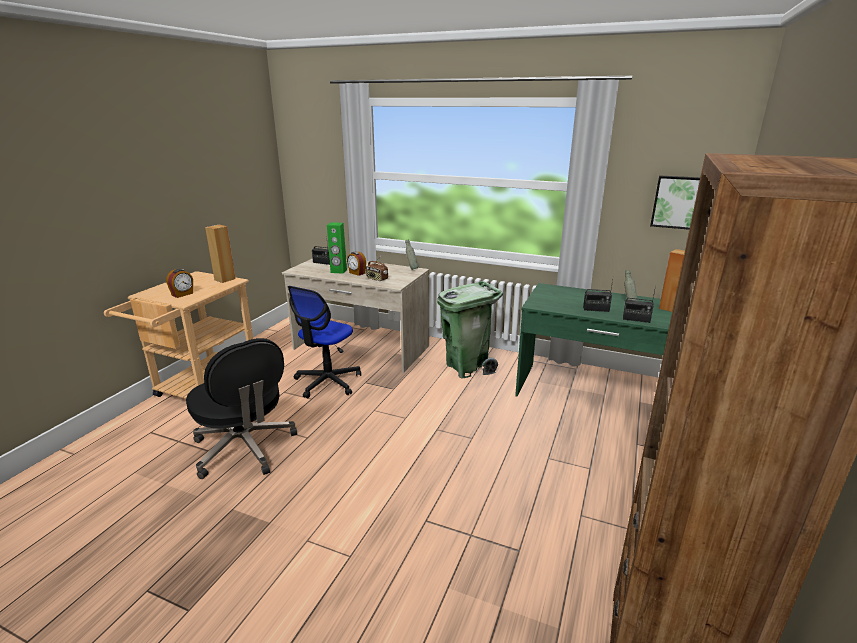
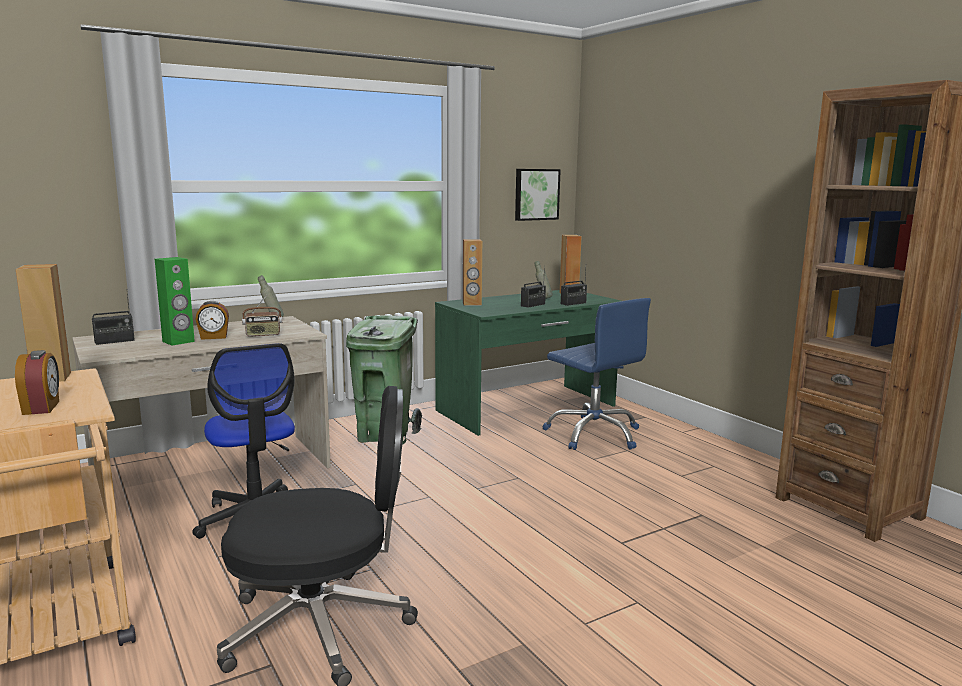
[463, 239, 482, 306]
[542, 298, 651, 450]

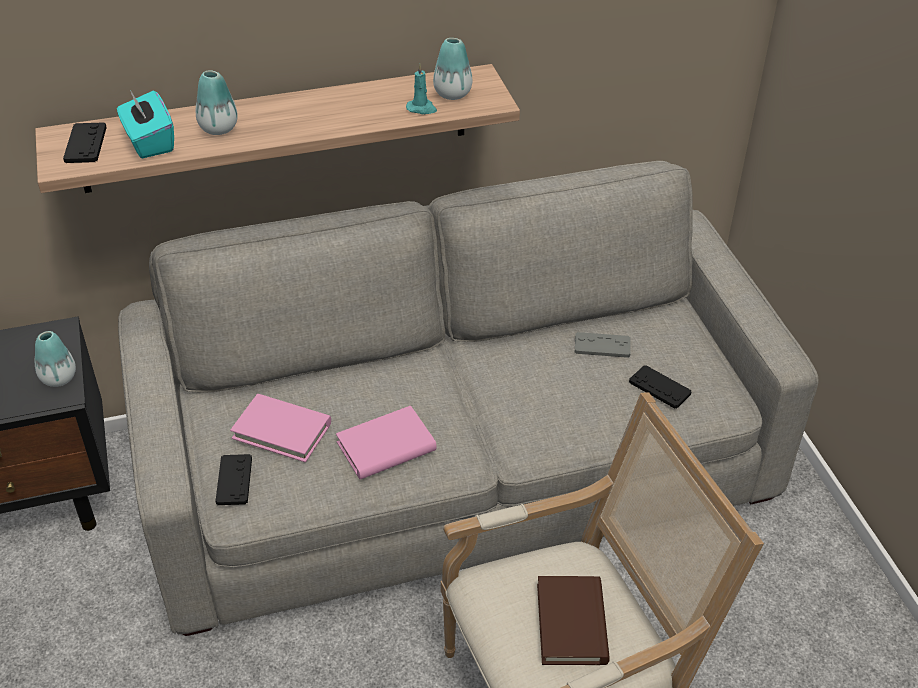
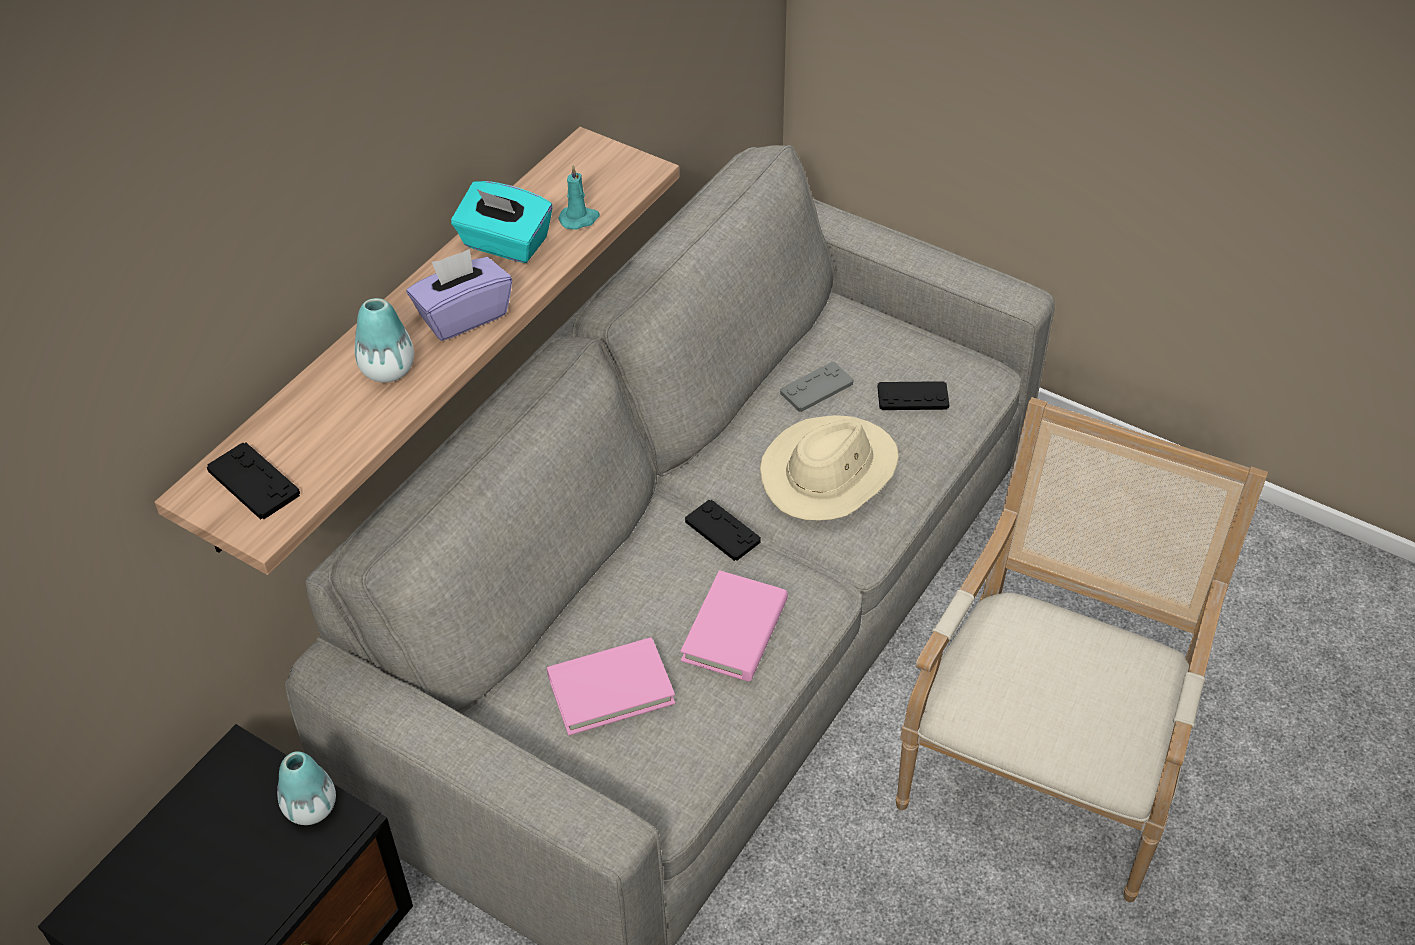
[451, 181, 552, 263]
[685, 500, 761, 561]
[433, 38, 472, 100] (first image)
[537, 576, 610, 665] (first image)
[407, 249, 512, 341]
[760, 415, 899, 521]

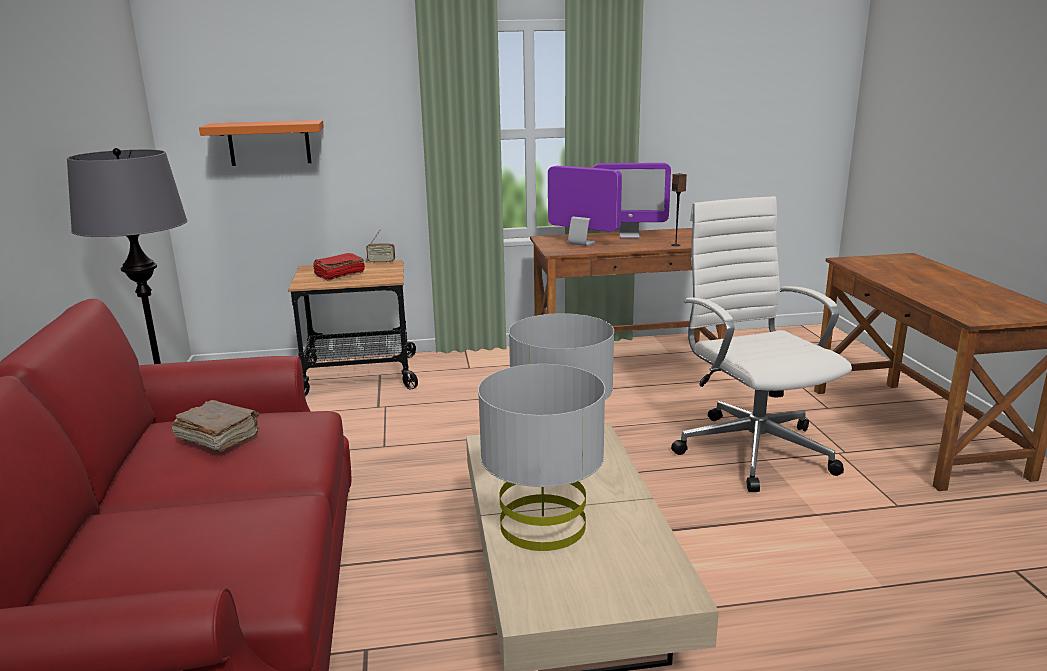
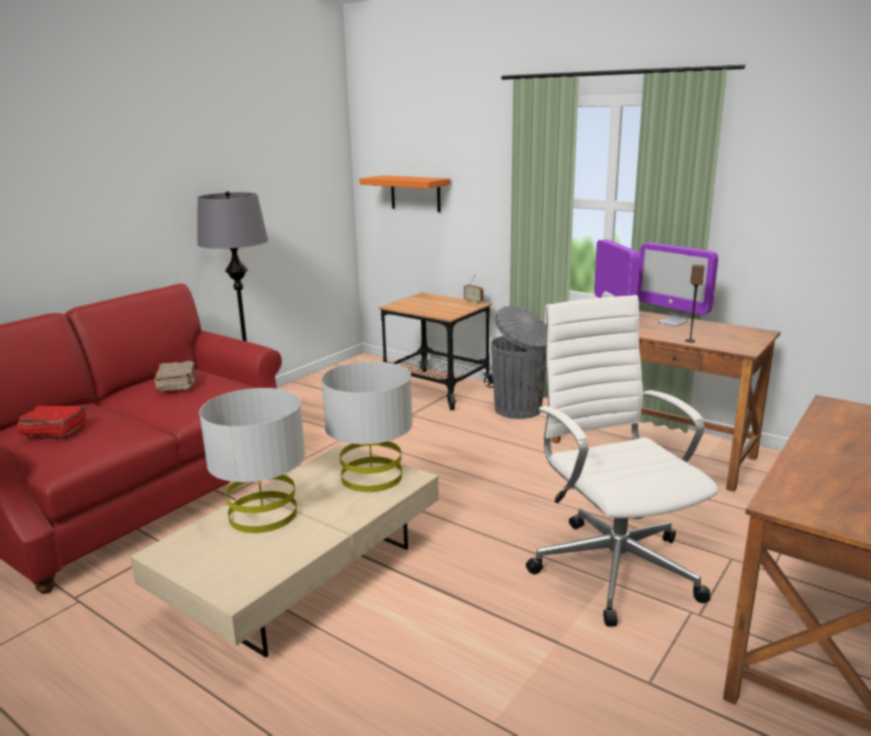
[16, 406, 86, 437]
[526, 295, 718, 626]
[491, 306, 547, 419]

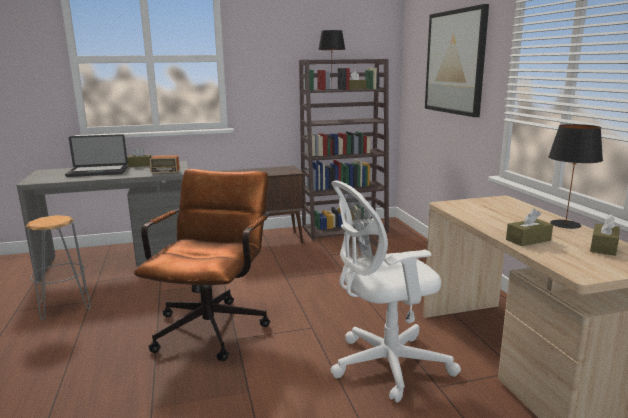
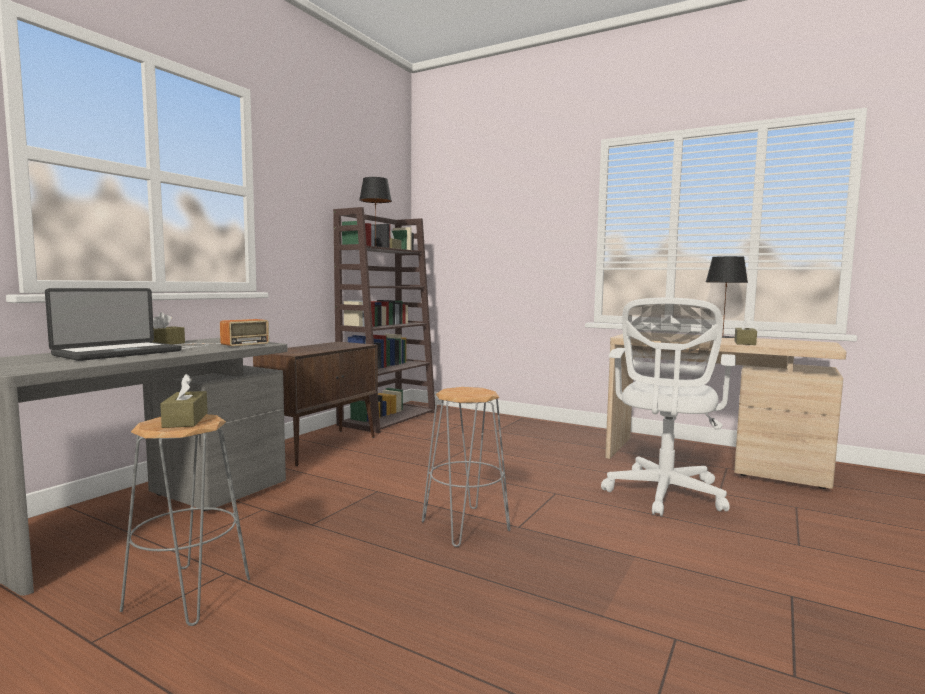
[422, 387, 510, 547]
[425, 4, 489, 117] (first image)
[160, 374, 208, 428]

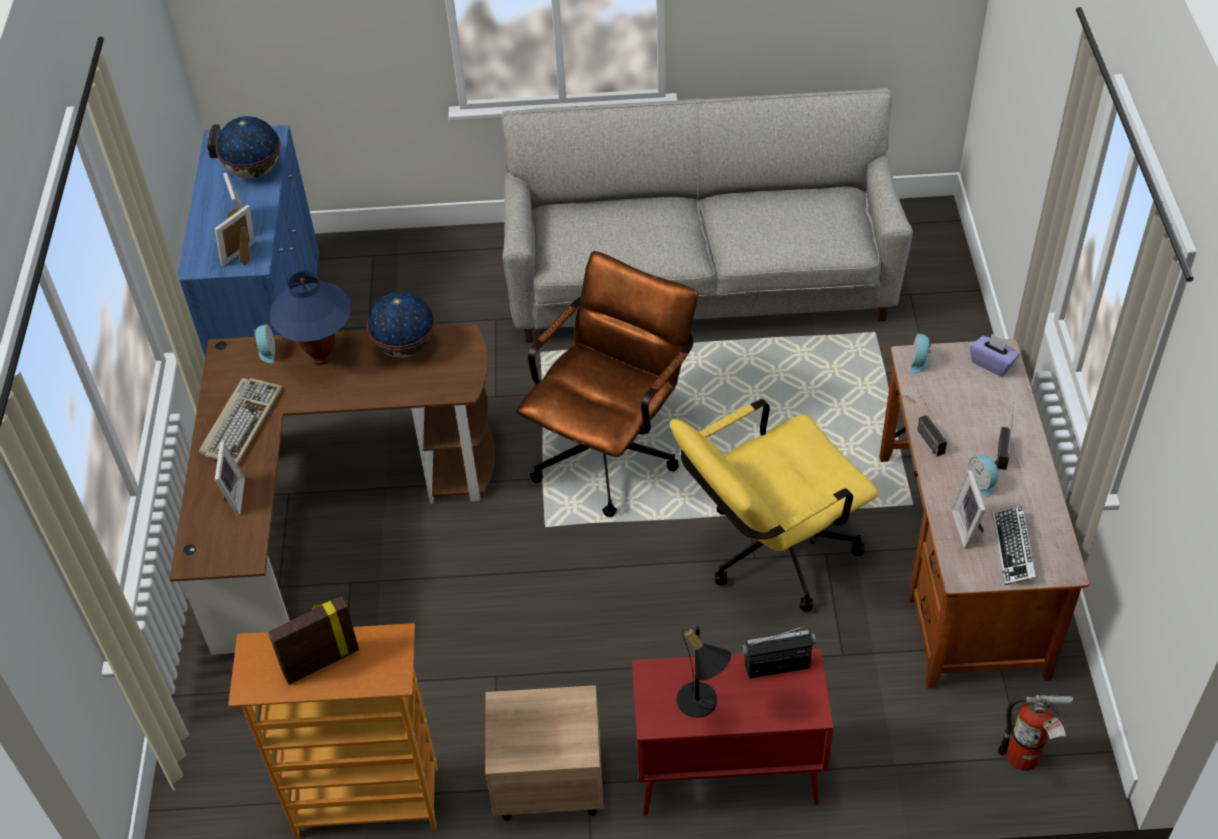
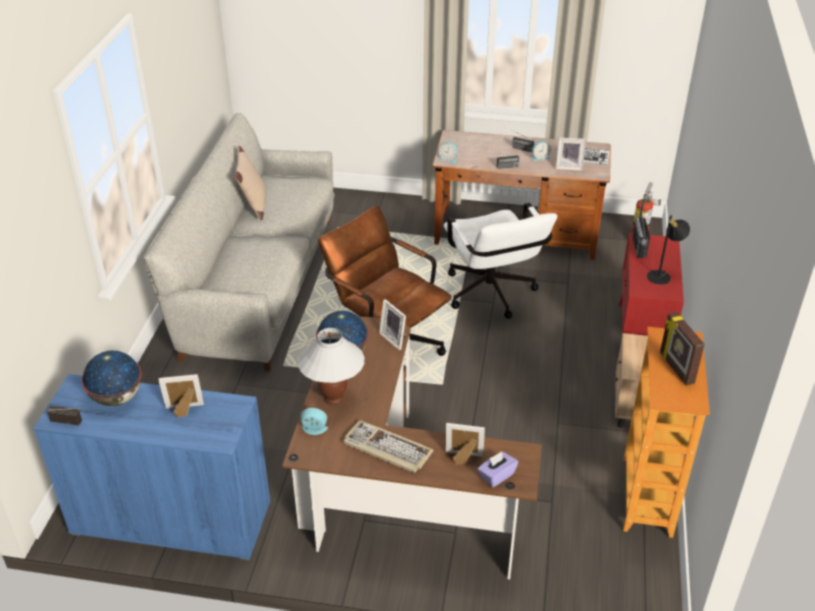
[379, 299, 406, 350]
[298, 328, 365, 405]
[444, 203, 557, 319]
[478, 452, 518, 488]
[235, 146, 266, 220]

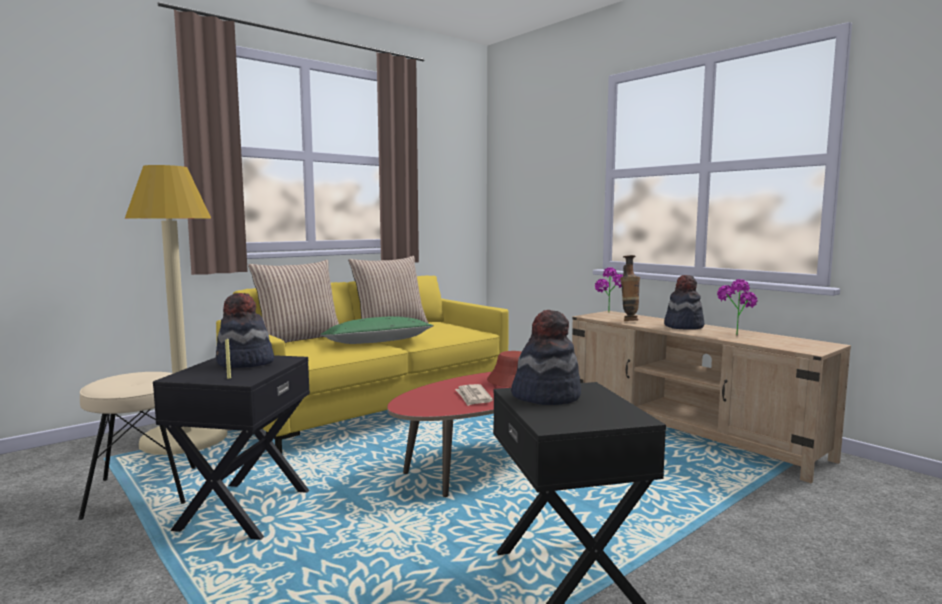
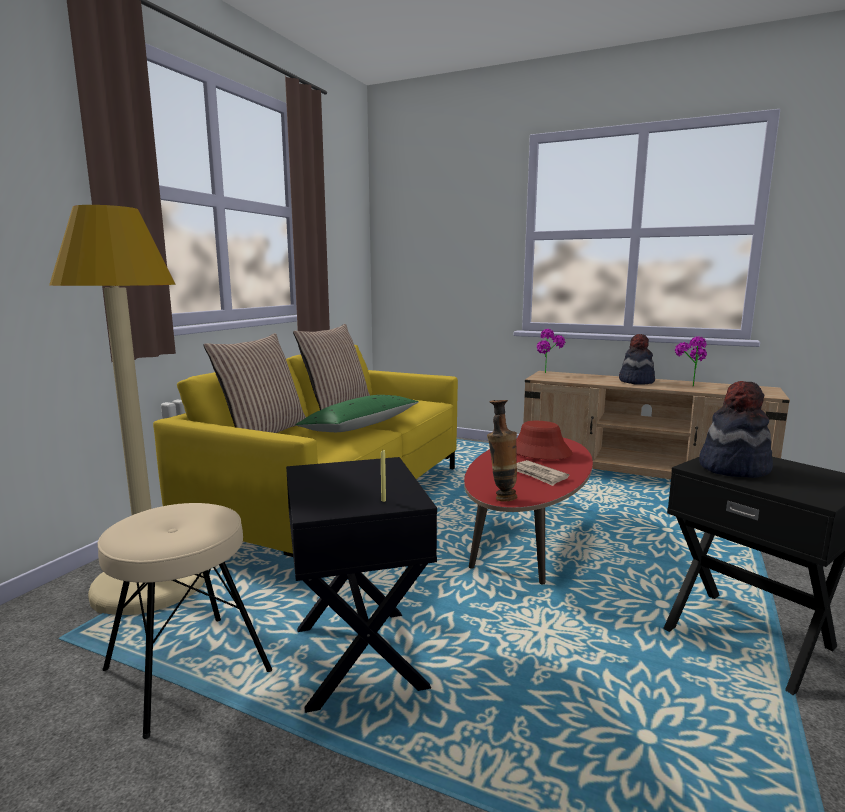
[216, 293, 274, 368] (first image)
[487, 400, 517, 502]

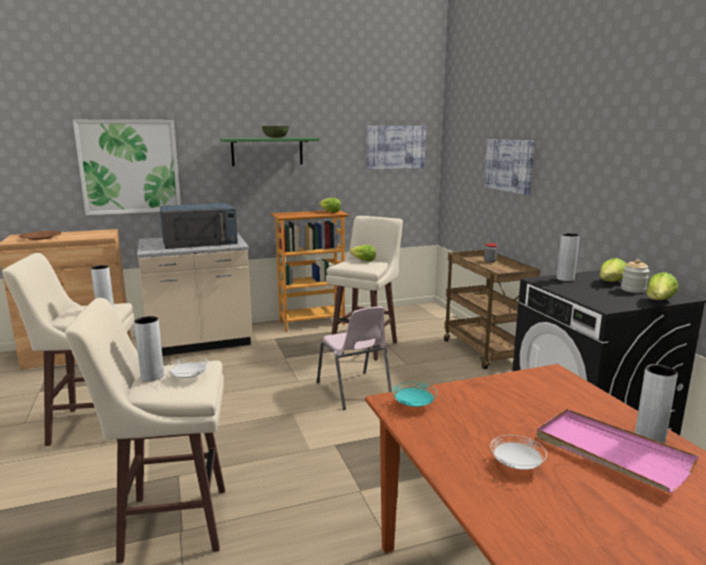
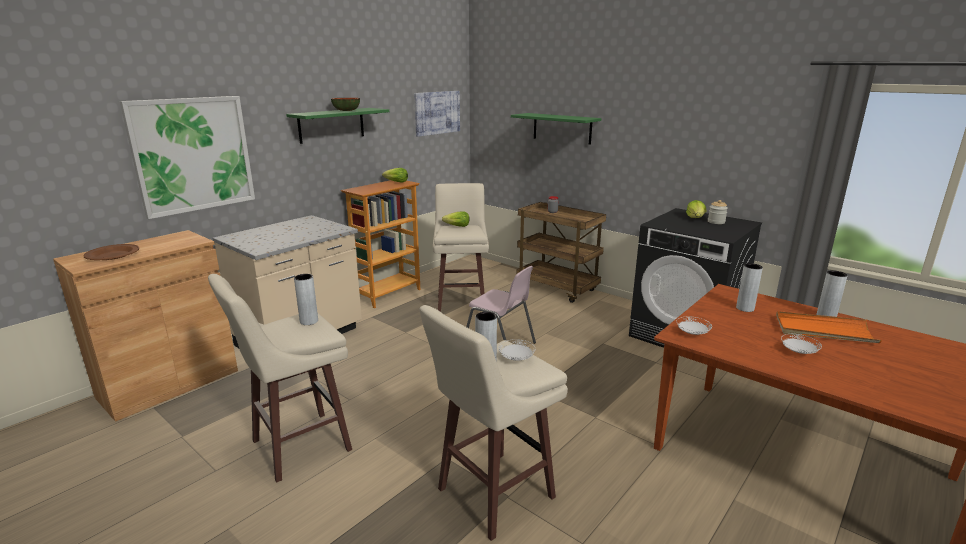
[160, 203, 238, 249] (first image)
[676, 316, 712, 335]
[511, 113, 601, 145]
[776, 311, 882, 343]
[736, 263, 763, 312]
[646, 272, 679, 300] (first image)

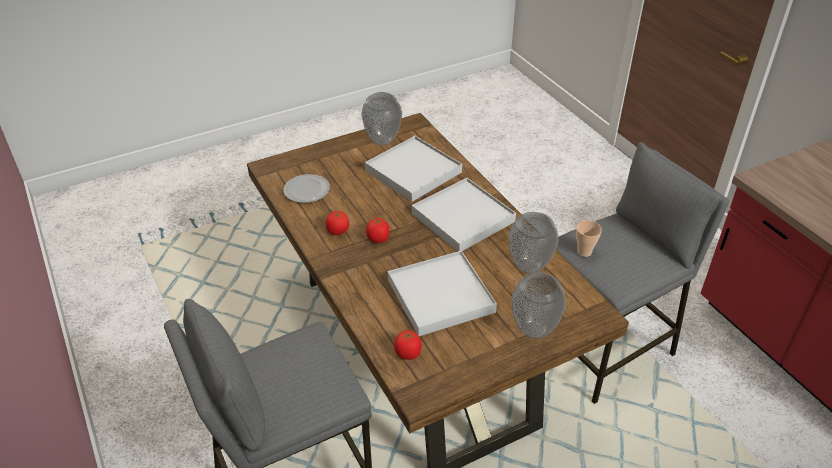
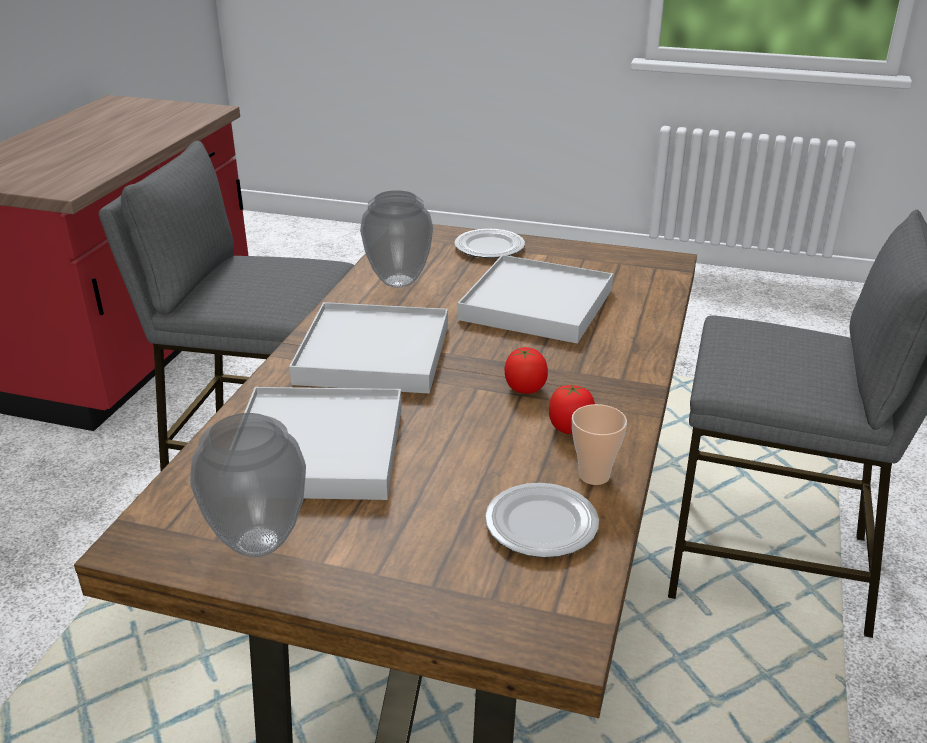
[394, 330, 422, 360] (first image)
[454, 229, 525, 258]
[572, 404, 627, 485]

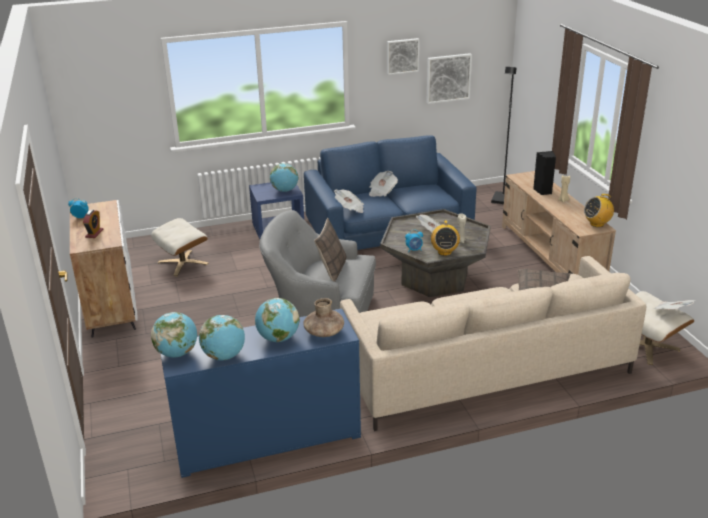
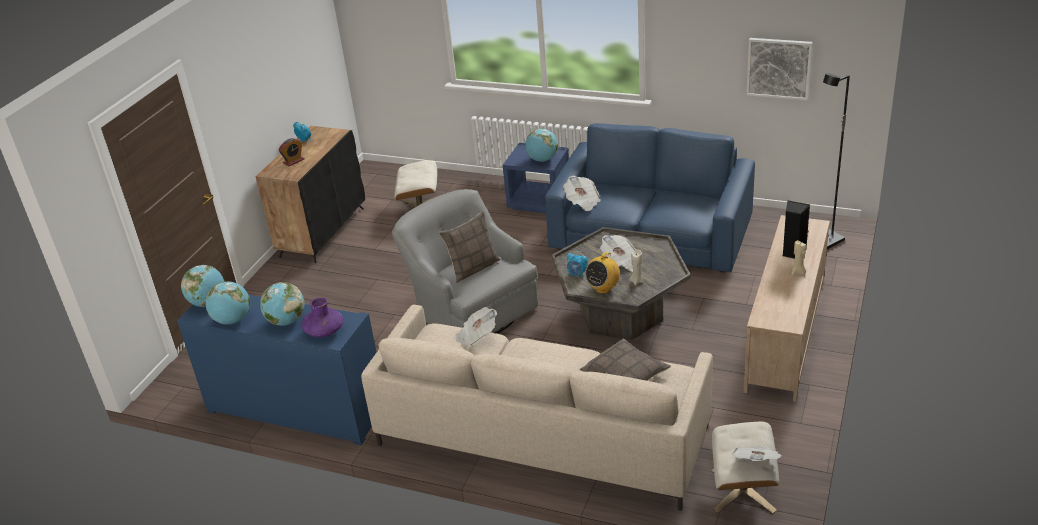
[255, 126, 365, 263]
[301, 298, 343, 337]
[454, 307, 497, 348]
[387, 38, 419, 75] (first image)
[584, 194, 614, 227] (first image)

